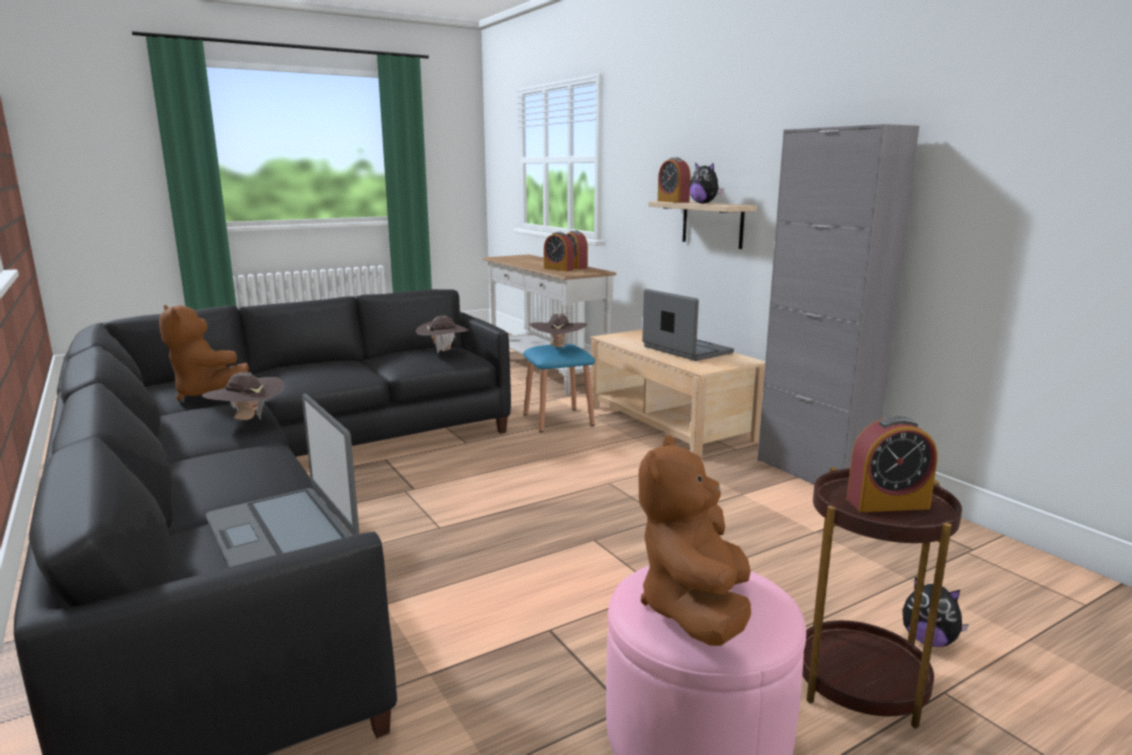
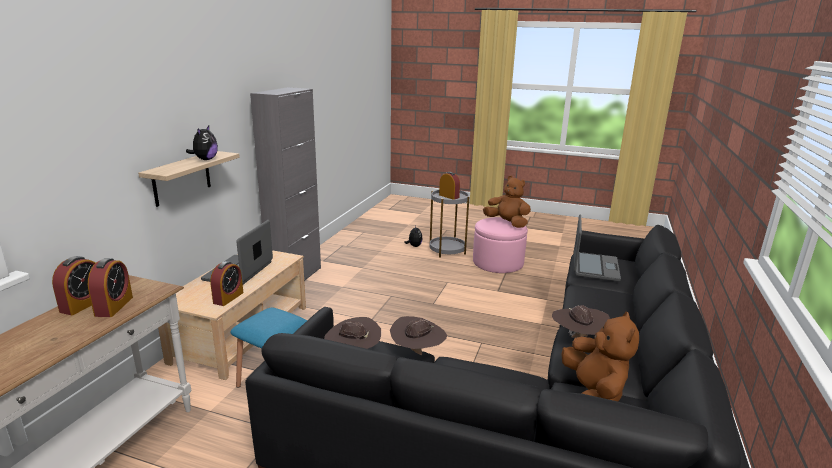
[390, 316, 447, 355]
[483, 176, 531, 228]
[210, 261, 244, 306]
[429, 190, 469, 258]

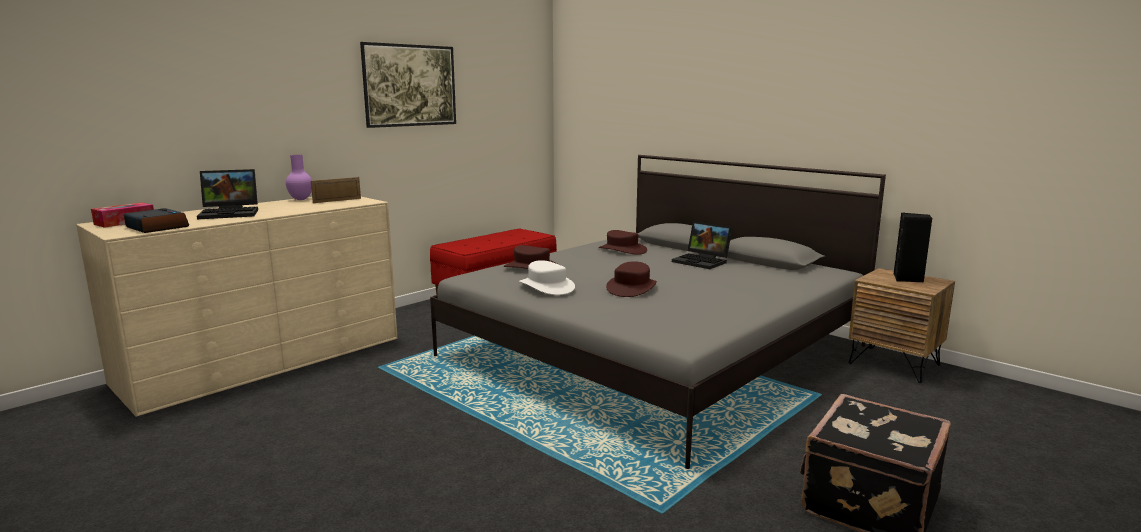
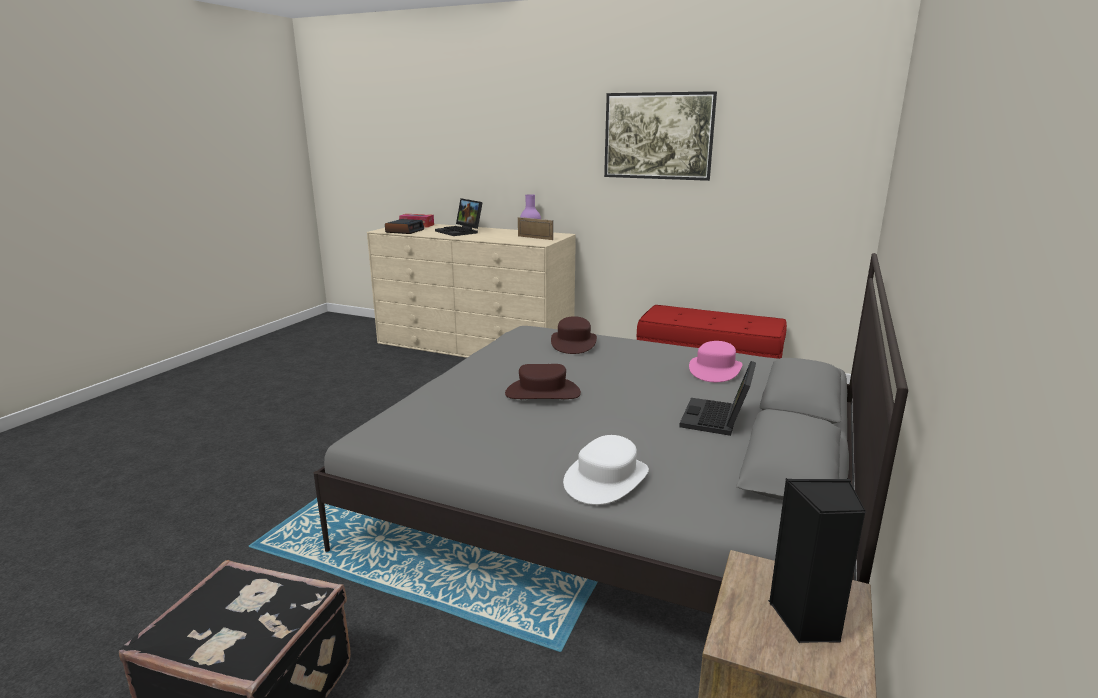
[563, 435, 649, 505]
[689, 341, 742, 382]

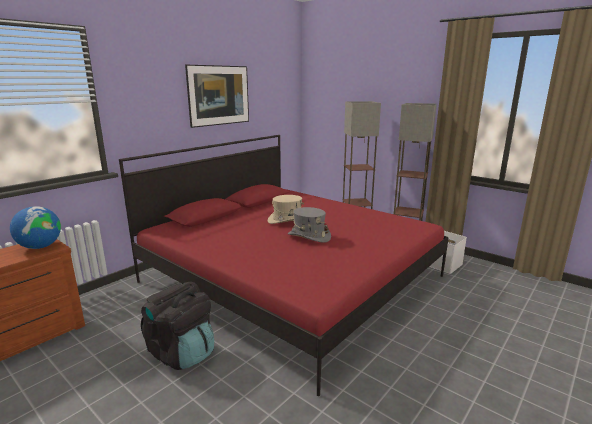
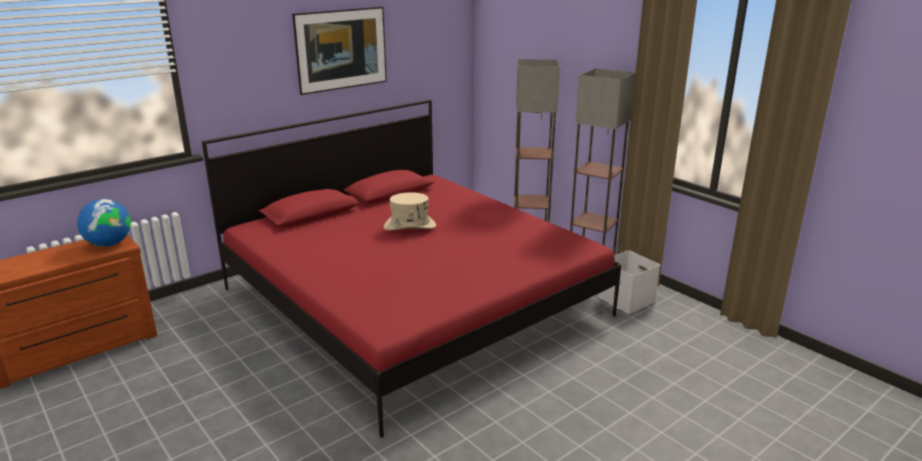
[141, 282, 214, 370] (first image)
[288, 207, 331, 243] (first image)

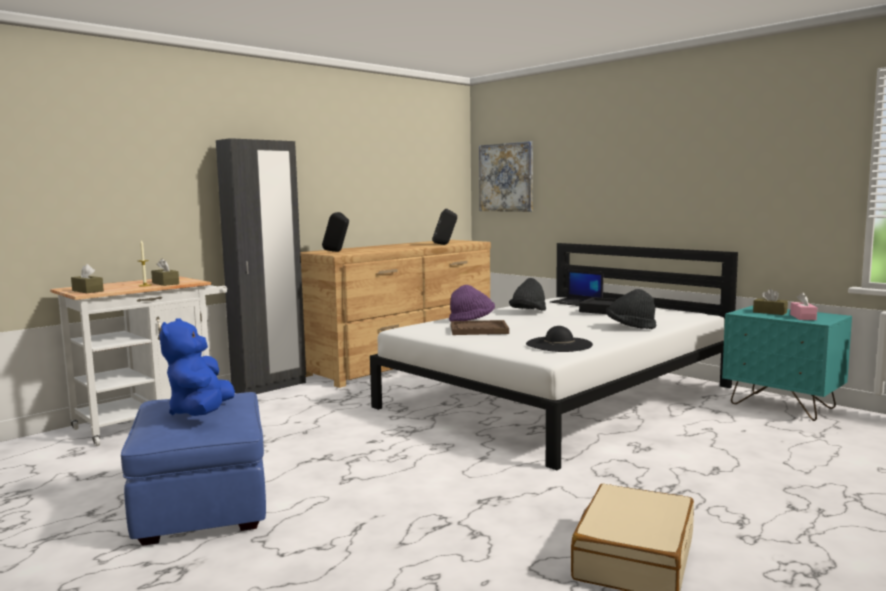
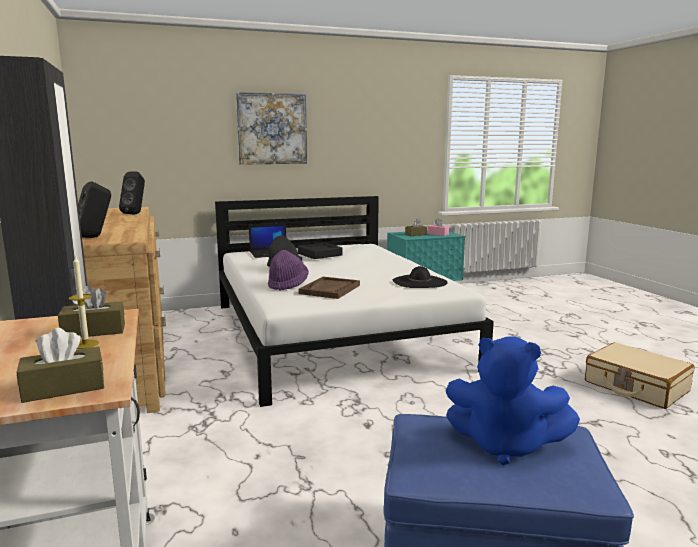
[236, 92, 307, 165]
[606, 289, 657, 329] (first image)

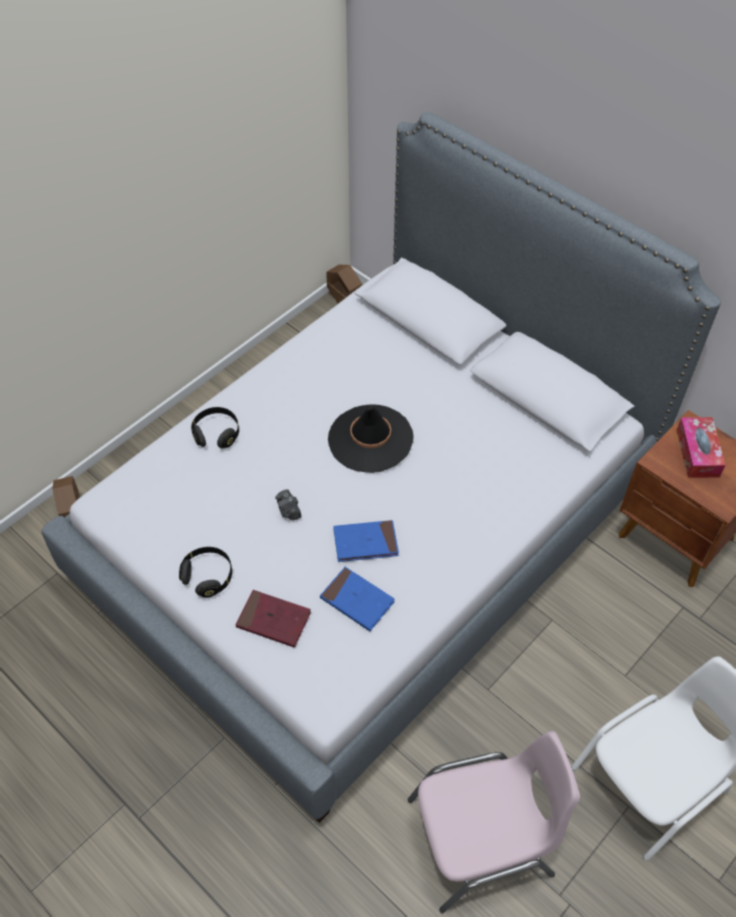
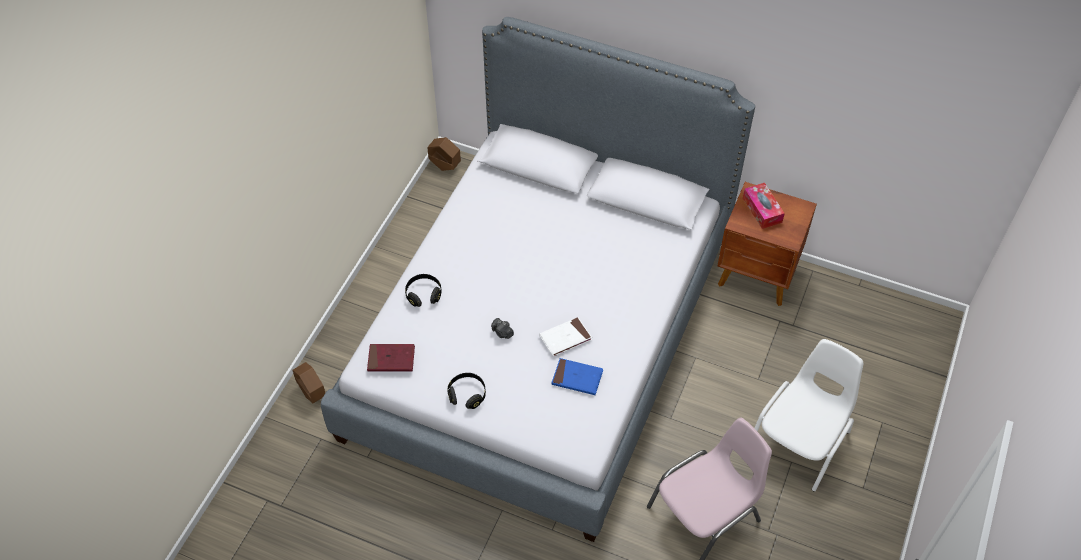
[367, 344, 415, 371]
[328, 404, 414, 473] (first image)
[539, 317, 592, 357]

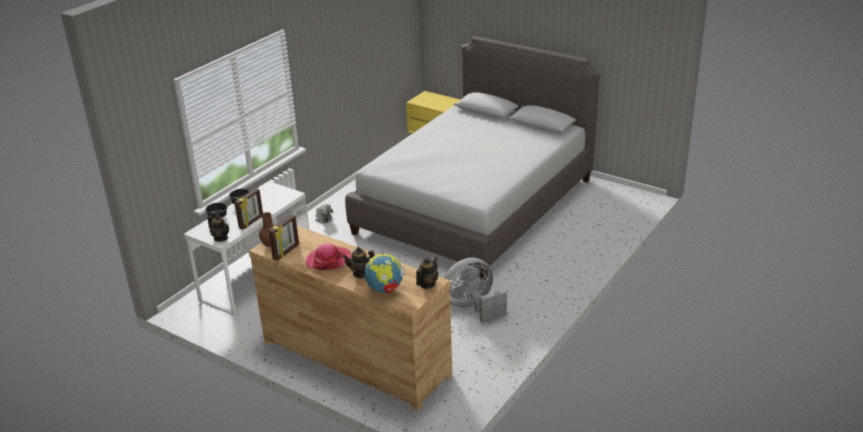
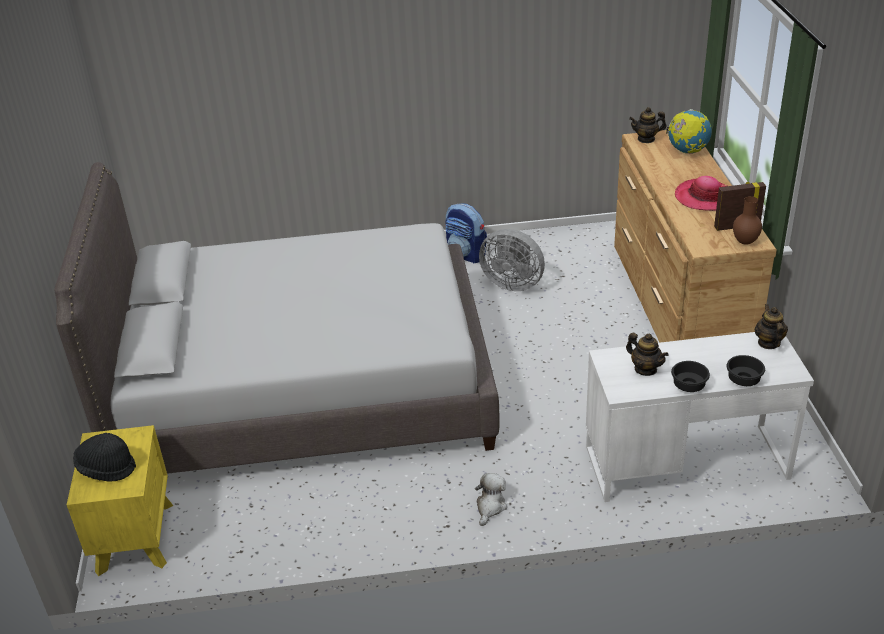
[235, 188, 263, 230] (first image)
[626, 333, 668, 376]
[73, 433, 136, 482]
[445, 203, 487, 263]

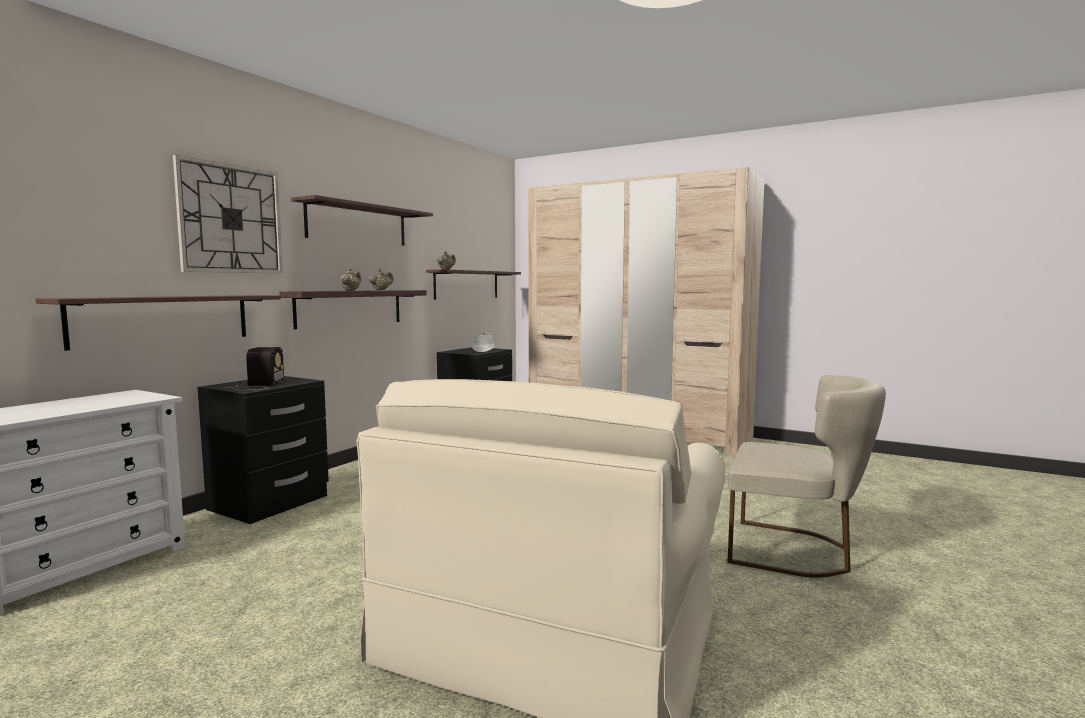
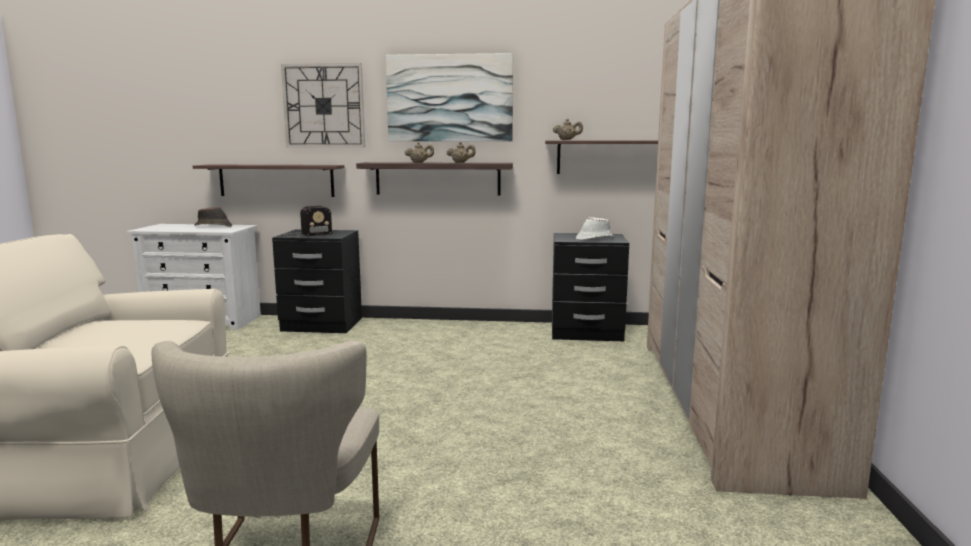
[386, 53, 513, 141]
[195, 207, 232, 227]

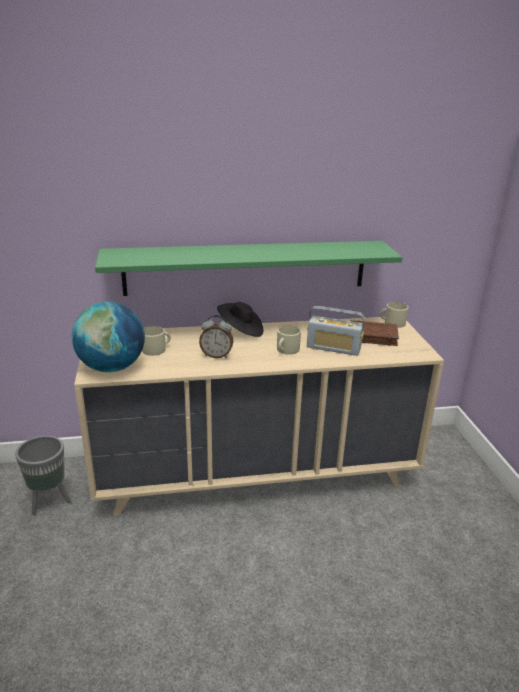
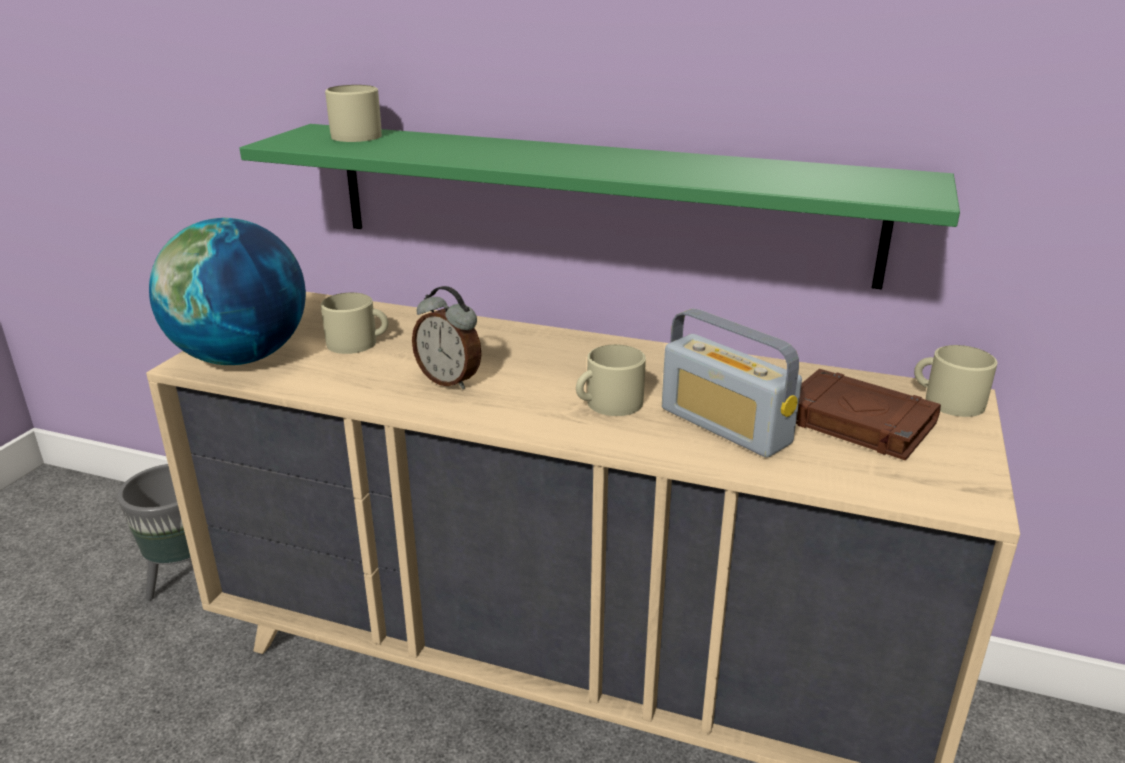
[217, 302, 263, 337] (first image)
[325, 85, 382, 142]

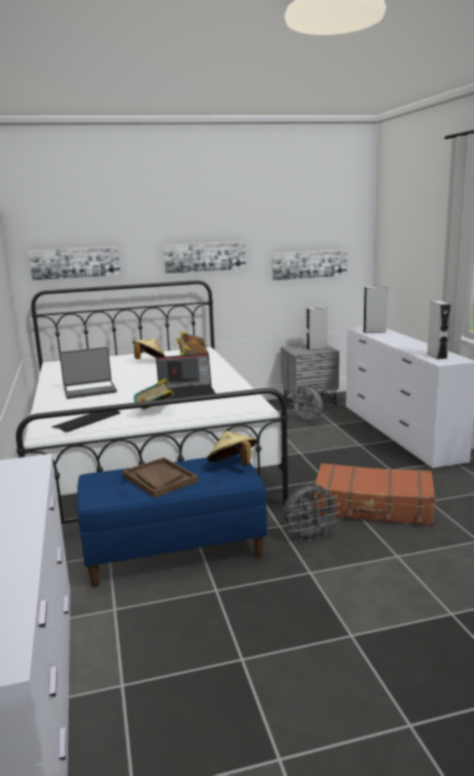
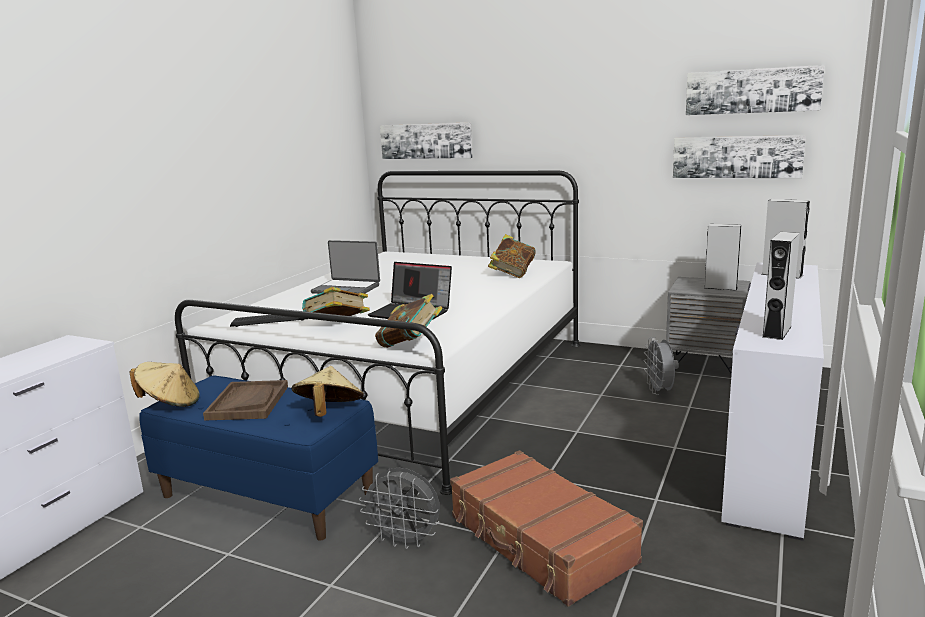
[129, 362, 199, 407]
[686, 65, 825, 115]
[375, 294, 443, 348]

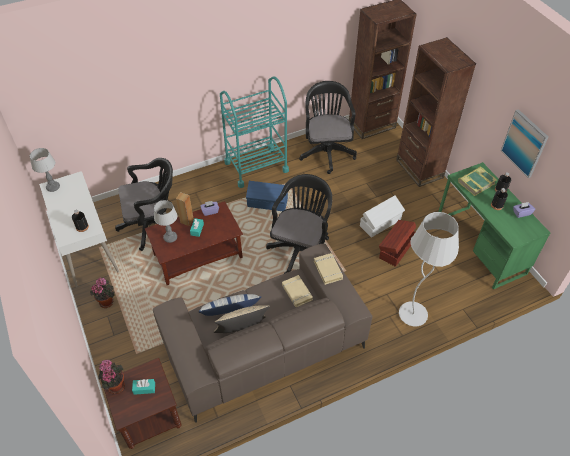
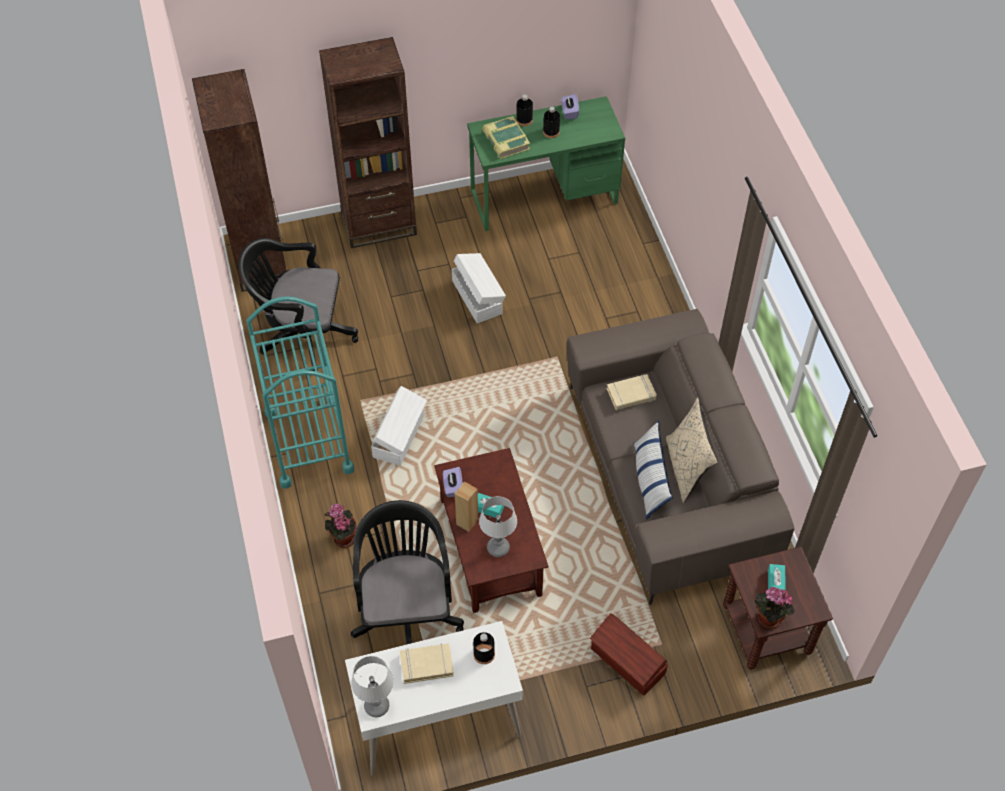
[325, 504, 357, 548]
[371, 386, 427, 466]
[266, 174, 332, 274] (first image)
[400, 643, 454, 684]
[590, 613, 668, 696]
[399, 212, 459, 327] (first image)
[501, 109, 548, 178] (first image)

